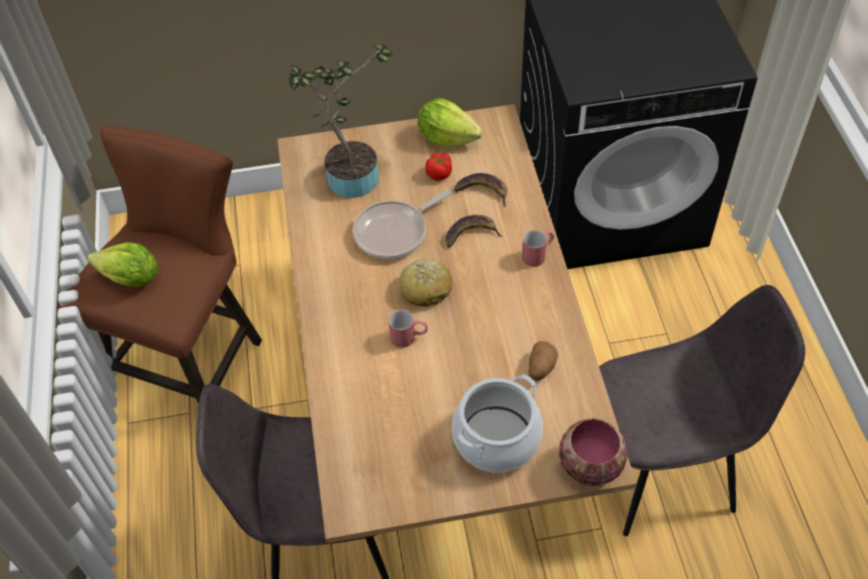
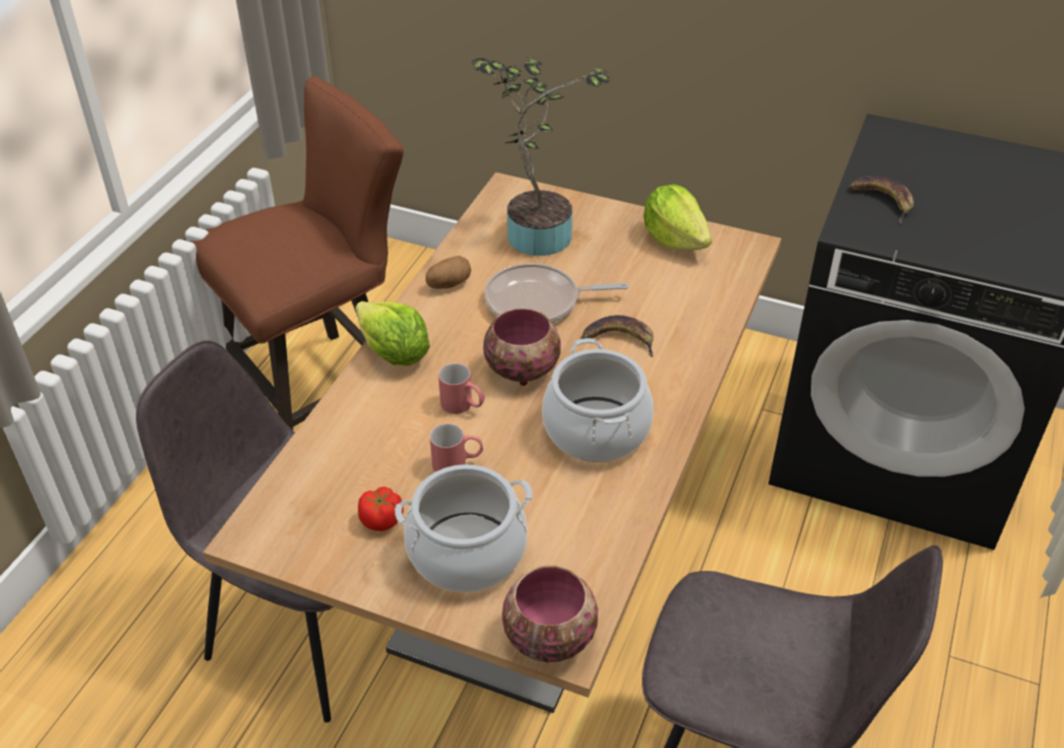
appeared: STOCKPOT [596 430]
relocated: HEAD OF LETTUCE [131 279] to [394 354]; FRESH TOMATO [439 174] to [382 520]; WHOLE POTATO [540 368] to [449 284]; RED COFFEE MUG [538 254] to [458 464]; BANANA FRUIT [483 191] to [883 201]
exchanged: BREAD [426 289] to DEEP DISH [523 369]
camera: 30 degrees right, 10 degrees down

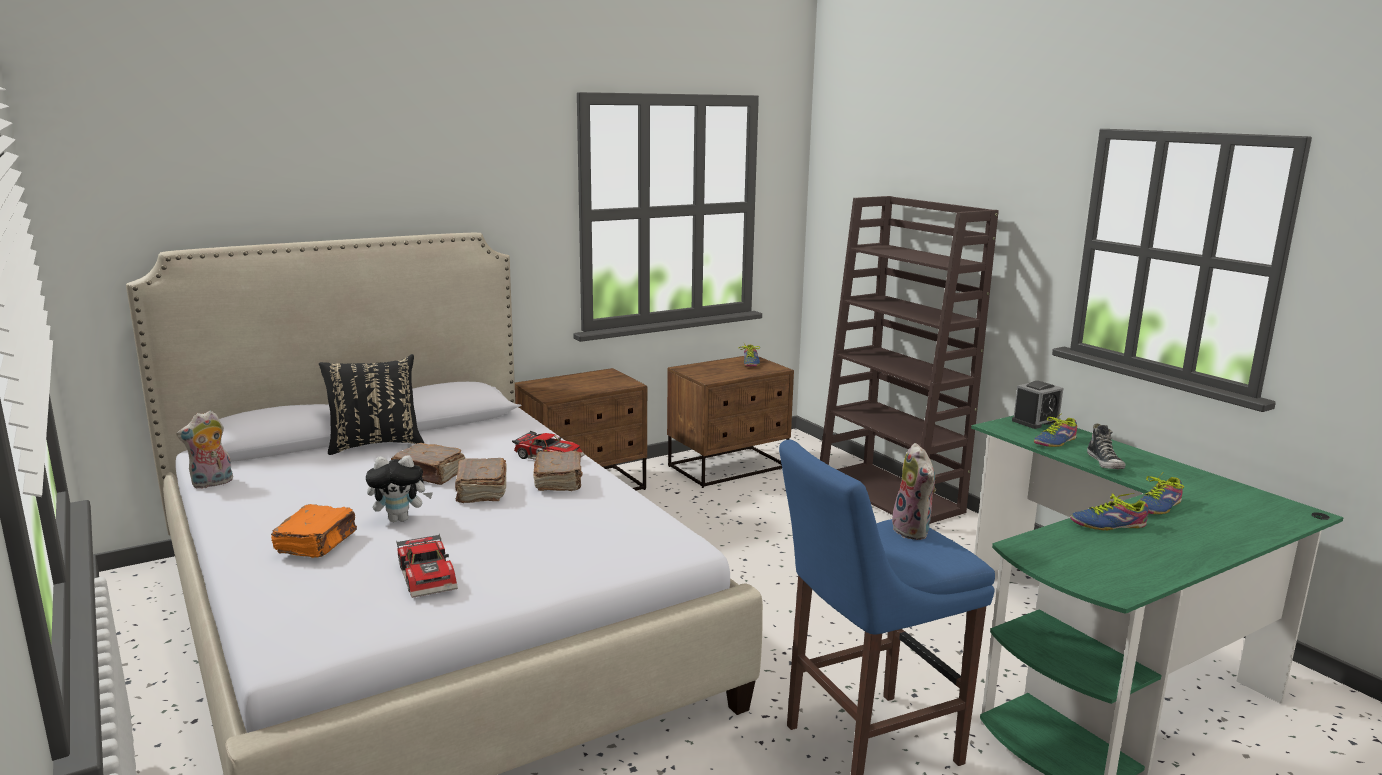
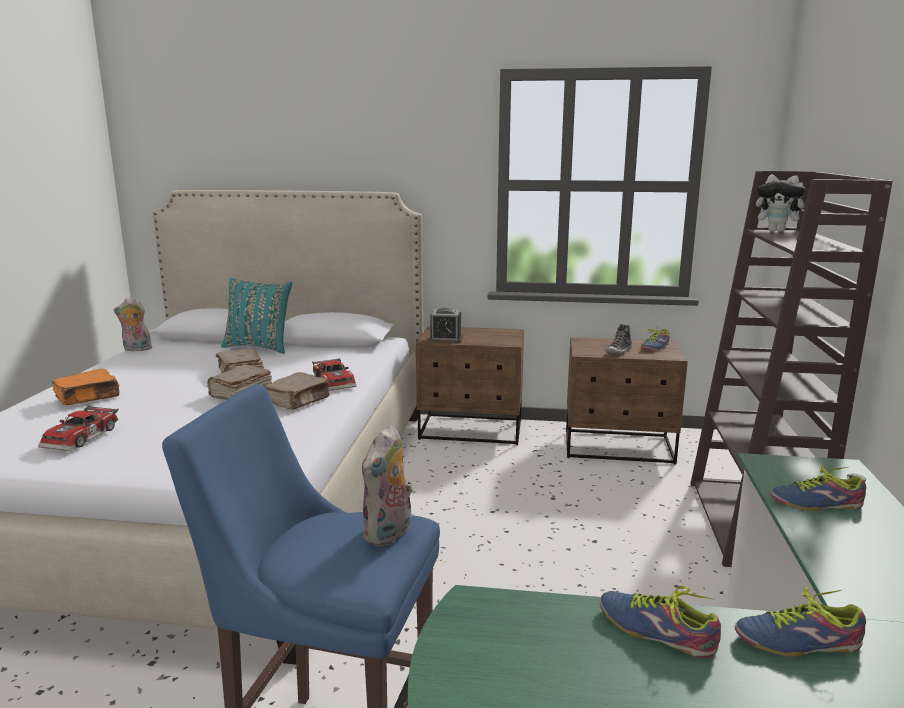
relocated: TABLE CLOCK [1035 421] to [445 339]; LOW SHOE [1105 463] to [619 351]; CUDDLY TOY [400 519] to [778 231]
colour: BLACK-COLOURED PILLOW [375 444] to TURQUOISE-COLOURED PILLOW [259 347]
camera: 40 degrees right, 0 degrees up

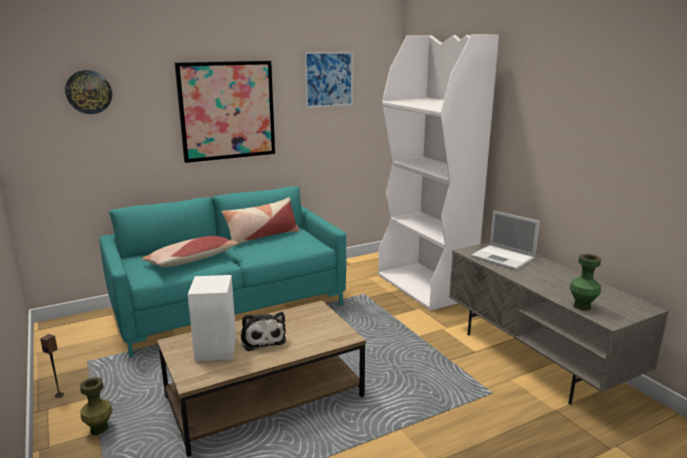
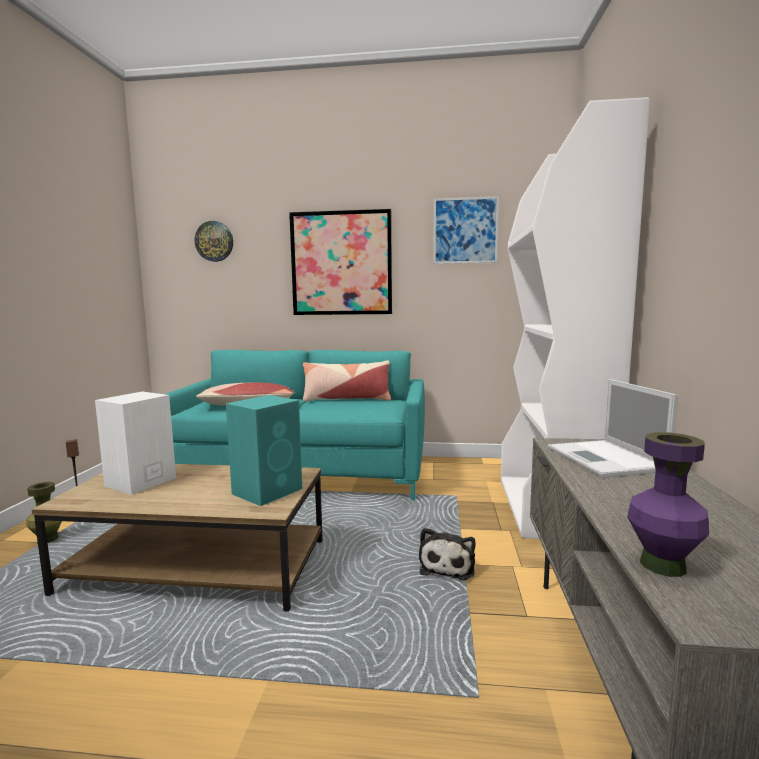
appeared: TURQUOISE-COLOURED SPEAKER [268 491]
relocated: CUDDLY TOY [262 339] to [447 565]
colour: GREEN VASE [582 306] to PURPLE-COLOURED VASE [663 565]
camera: 35 degrees right, 10 degrees down

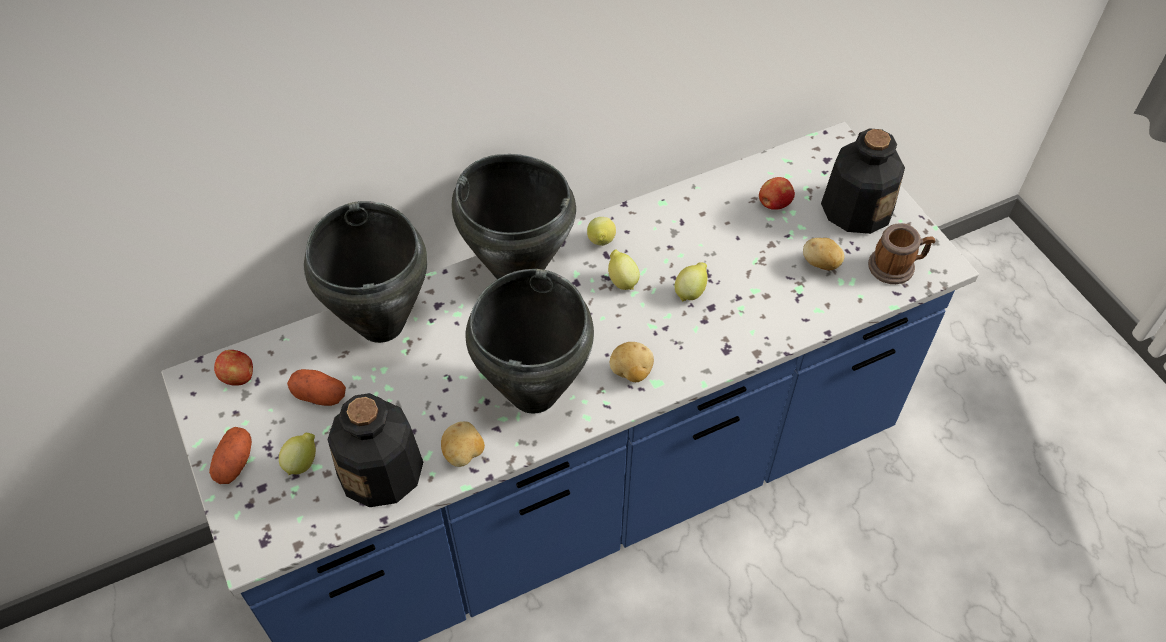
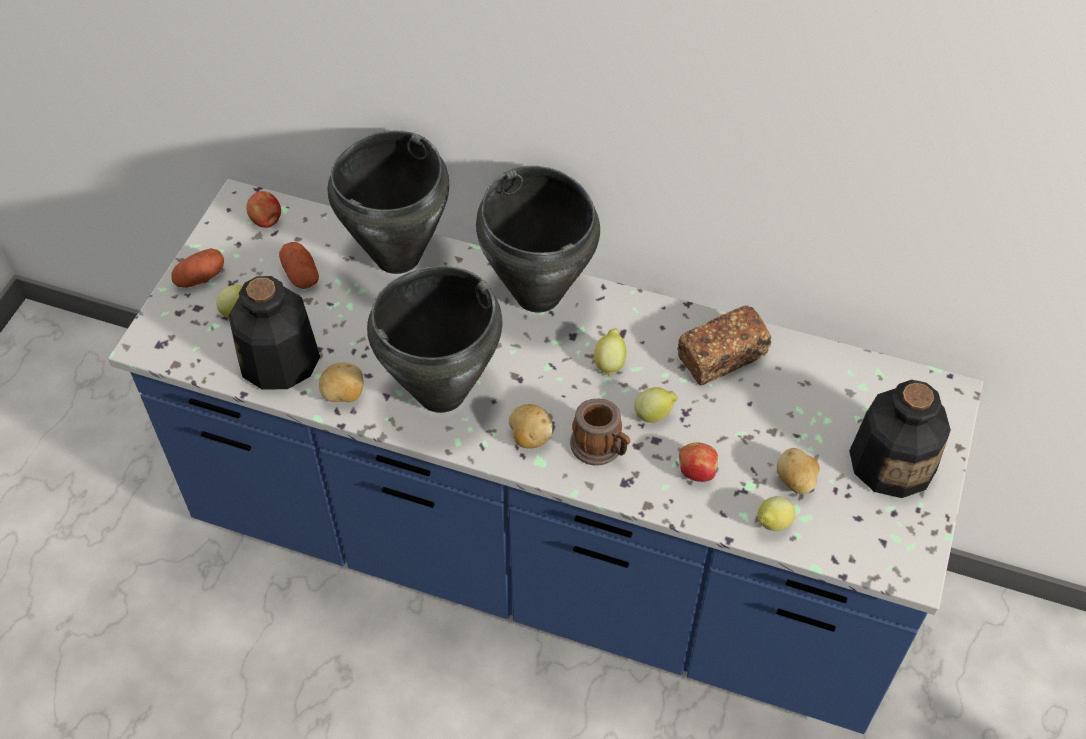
appeared: BREAD [722 357]
relocated: COFFEE MUG [896 266] to [601 447]; WHOLE APPLE [773 204] to [696 471]; CITRUS FRUIT [601 243] to [772 524]
camera: 45 degrees right, 0 degrees up

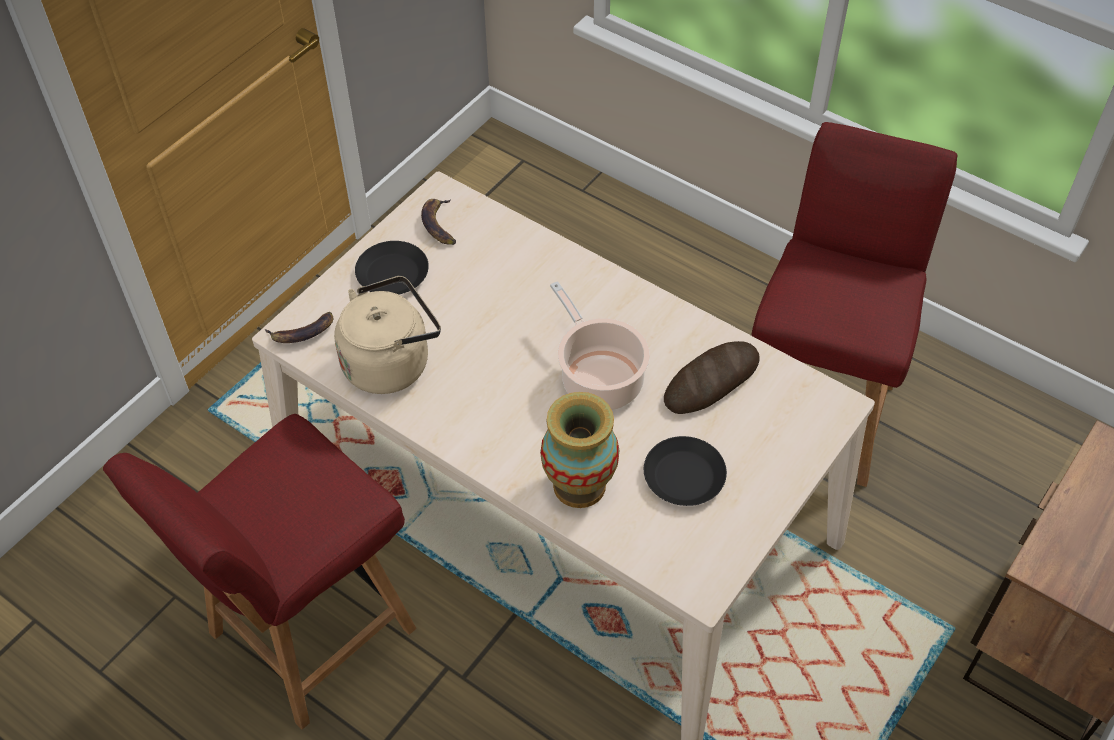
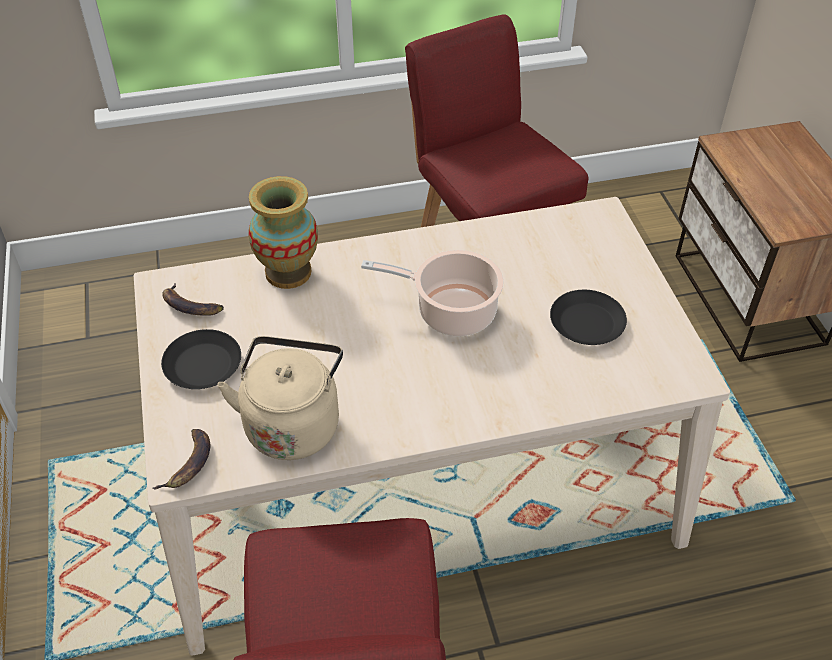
missing: BREAD [711 382]
relocated: VASE [579 485] to [288 272]
camera: 50 degrees left, 5 degrees down

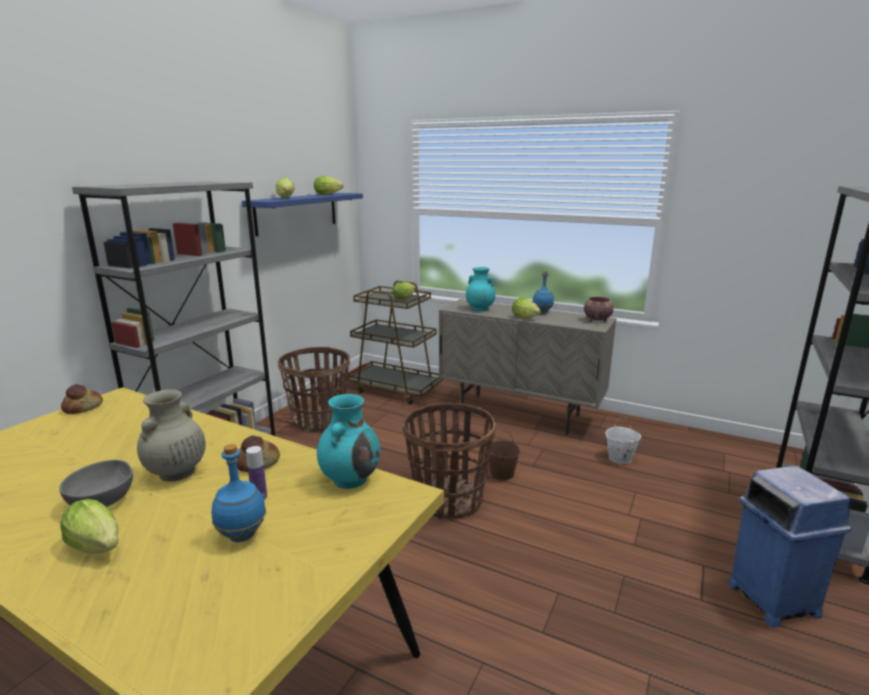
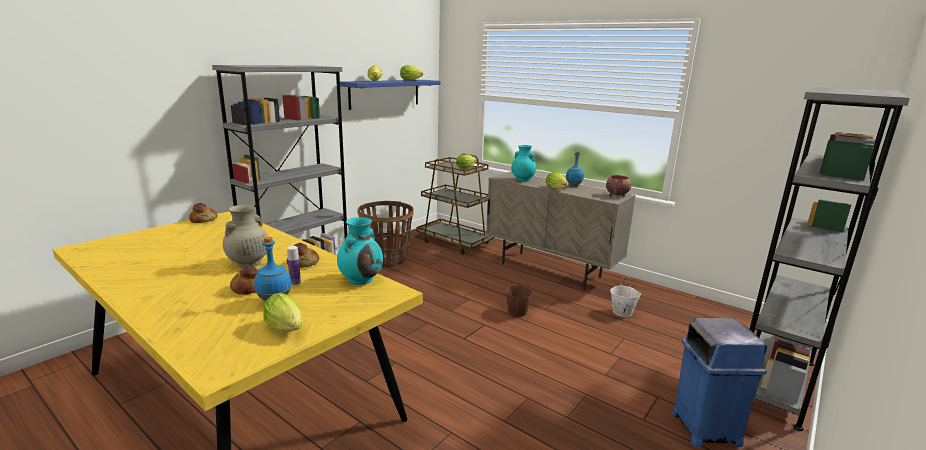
missing: GRAY DEEP DISH [104 501]; BASKET [447 500]
appeared: BREAD [249 288]
relocated: HEAD OF LETTUCE [99 548] to [287 329]
camera: 10 degrees right, 0 degrees up

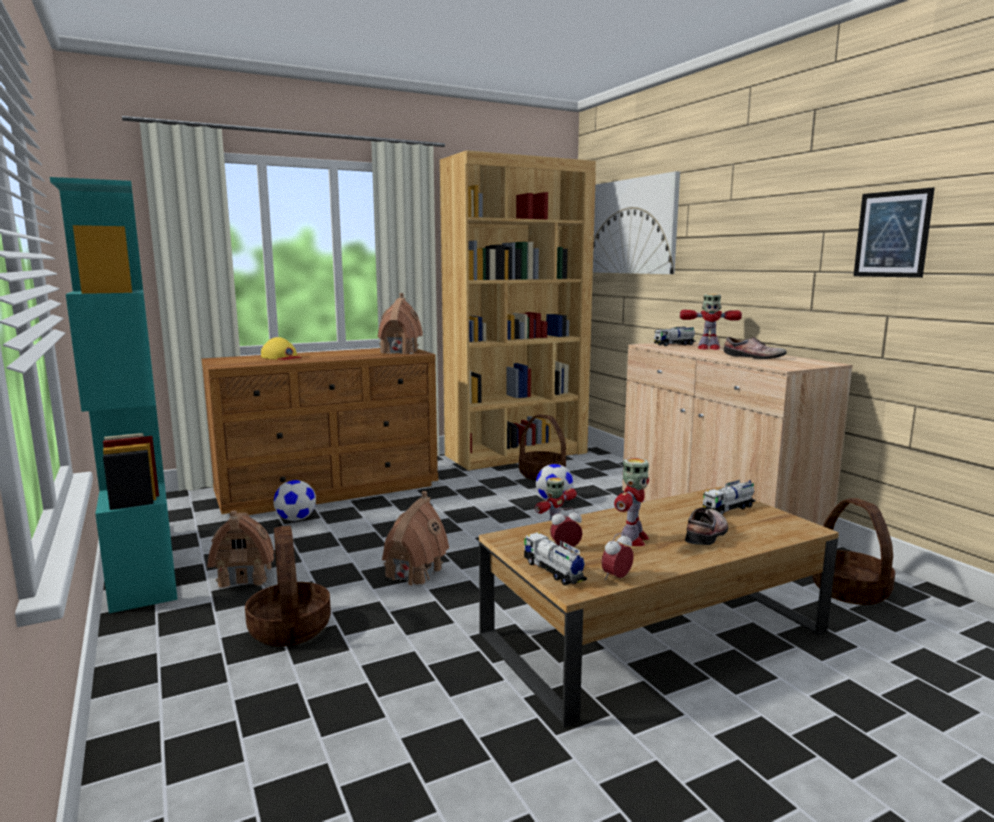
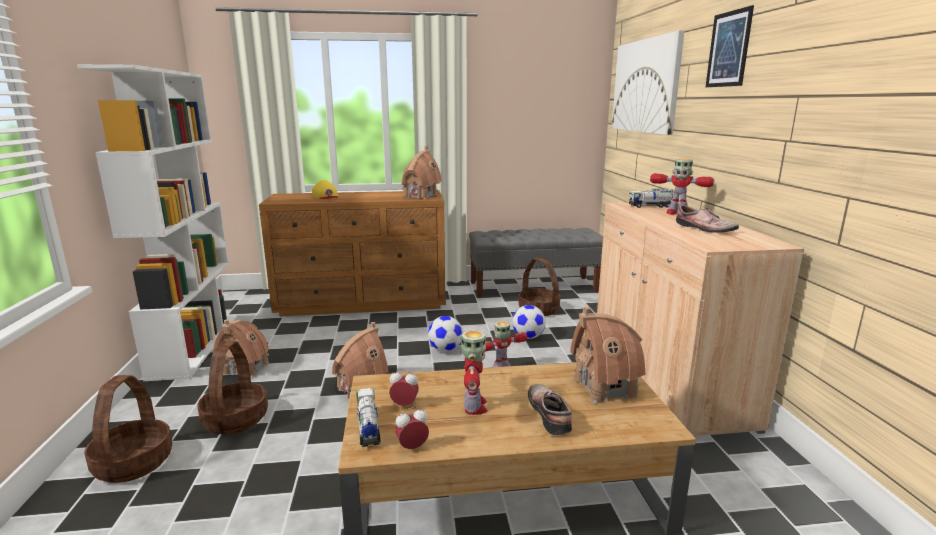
relocated: BASKET [849 590] to [133 462]; FOOTBALL BALL [296 519] to [445 349]; WALL PICTURE [892 234] to [728 49]
exchanged: BROWN-COLOURED BOOKSHELF [517 454] to GRAY LONG SEAT [534 287]; TOY LORRY [728 509] to TOY HOUSE [605 387]
colour: TURQUOISE-COLOURED BOOKSHELF [141 563] to WHITE-COLOURED BOOKSHELF [195 344]
spun: MODEL ROBOT [633 540] = [474 406] 45 degrees counterclockwise; LOW SHOE [707 534] = [551 414] 60 degrees counterclockwise
camera: 20 degrees right, 5 degrees up

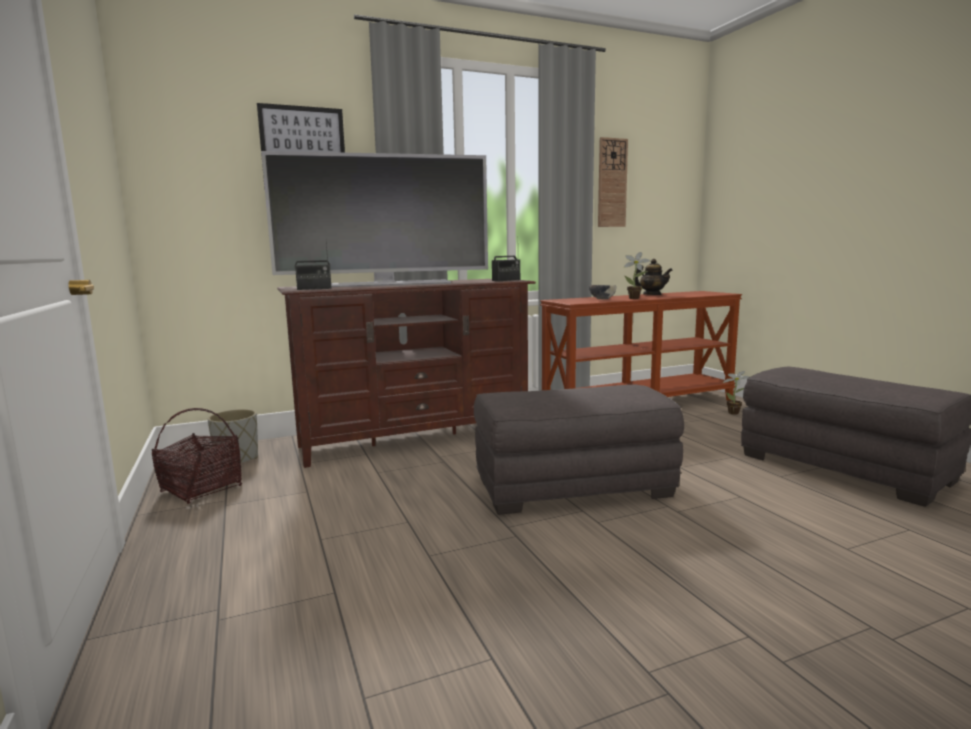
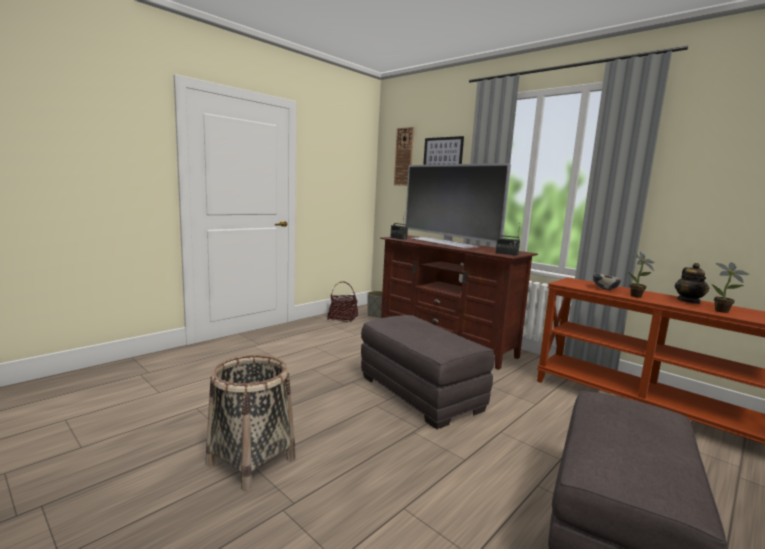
appeared: BASKET [251 461]
relocated: HANGING CLOCK [612 183] to [404 157]; HOUSEPLANT [735 413] to [723 312]
camera: 65 degrees right, 0 degrees up

